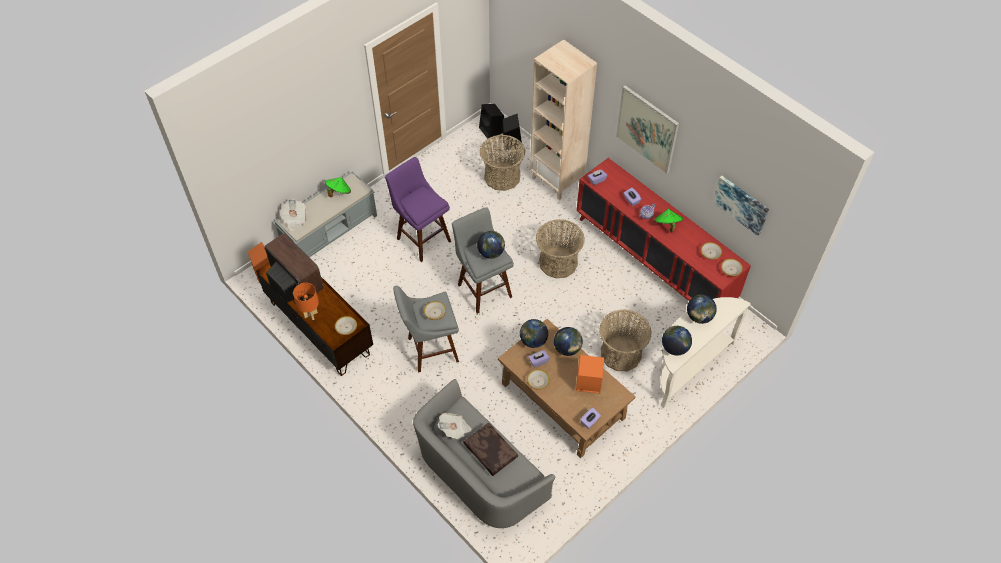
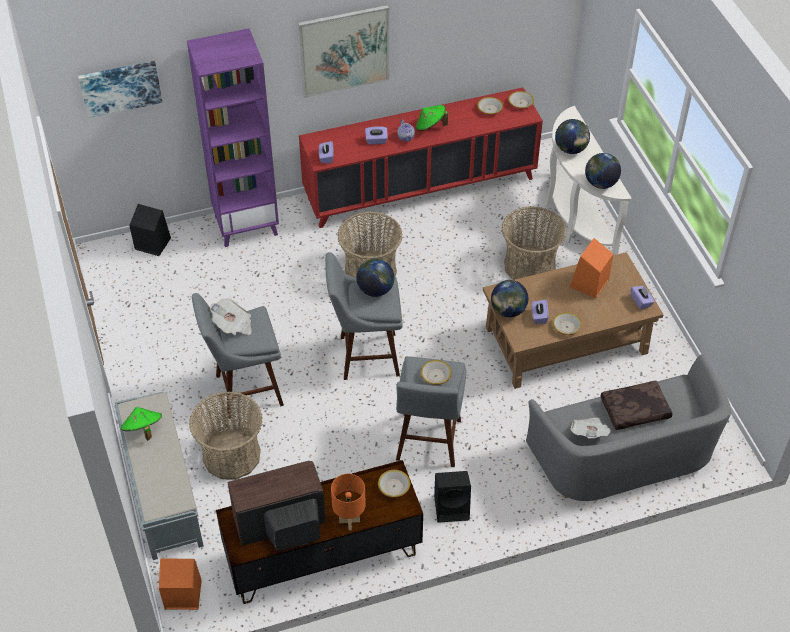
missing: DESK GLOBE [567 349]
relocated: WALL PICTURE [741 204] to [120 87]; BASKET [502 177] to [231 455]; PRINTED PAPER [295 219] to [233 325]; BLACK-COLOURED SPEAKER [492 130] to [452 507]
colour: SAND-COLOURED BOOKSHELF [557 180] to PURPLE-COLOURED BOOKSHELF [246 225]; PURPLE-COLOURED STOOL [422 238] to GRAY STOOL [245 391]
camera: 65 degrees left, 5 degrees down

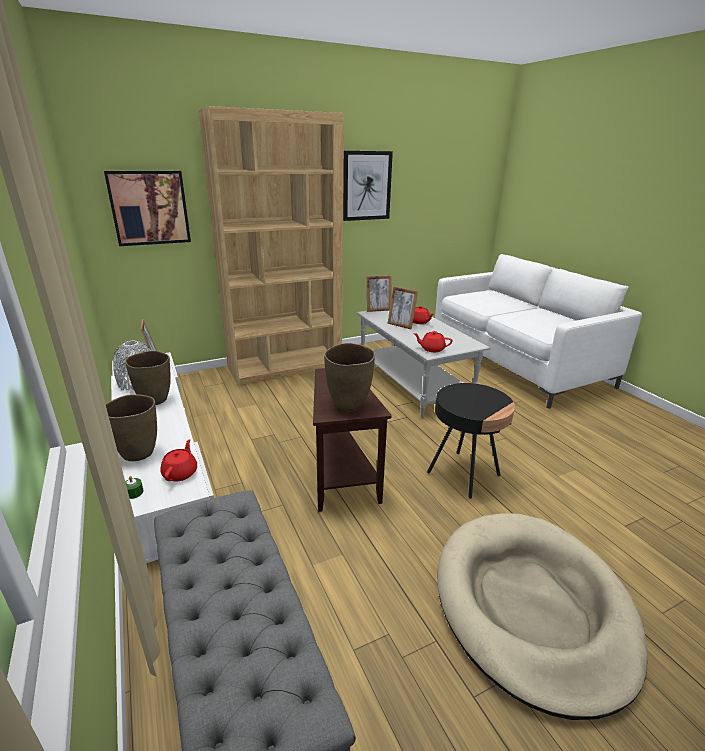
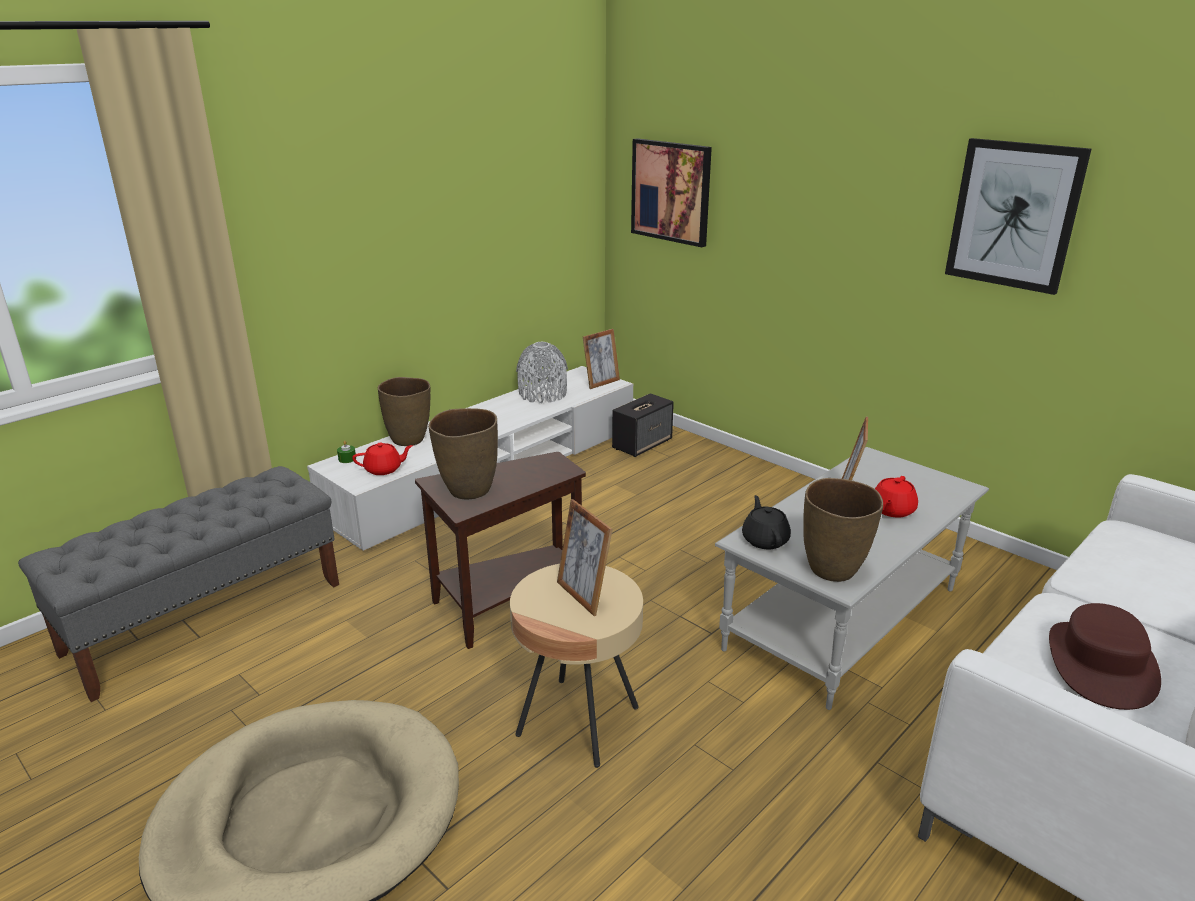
missing: BROWN-COLOURED BOOKSHELF [285 366]
appeared: SPEAKER [642 444]; BROWN-COLOURED CLOTHING HAT [1099 664]
relocated: STANDING FRAME [378 310] to [583 595]; BROWN-COLOURED VASE [155 400] to [833 570]
colour: BLACK-COLOURED END TABLE [463 474] to SAND-COLOURED END TABLE [578 721]; RED TEAPOT [432 349] to BLACK-COLOURED TEAPOT [765 540]
camera: 70 degrees right, 0 degrees up

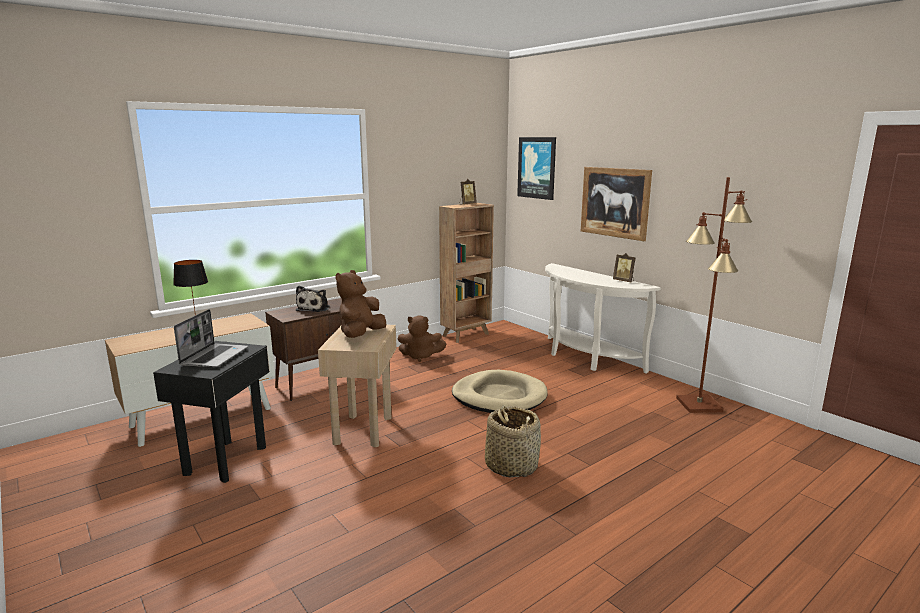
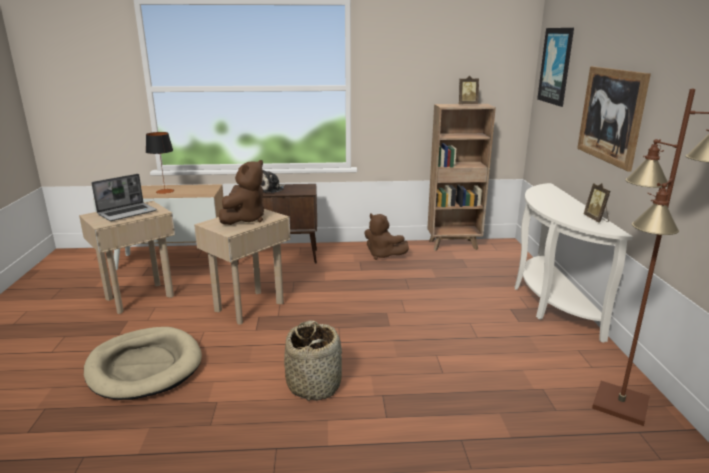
relocated: SAND-COLOURED PET BED [499 396] to [144 366]
colour: BLACK-COLOURED END TABLE [227 460] to SAND-COLOURED END TABLE [140 298]
spun: BROWN-COLOURED CUDDLY TOY [361 335] = [246 219] 150 degrees clockwise
camera: 35 degrees right, 5 degrees up

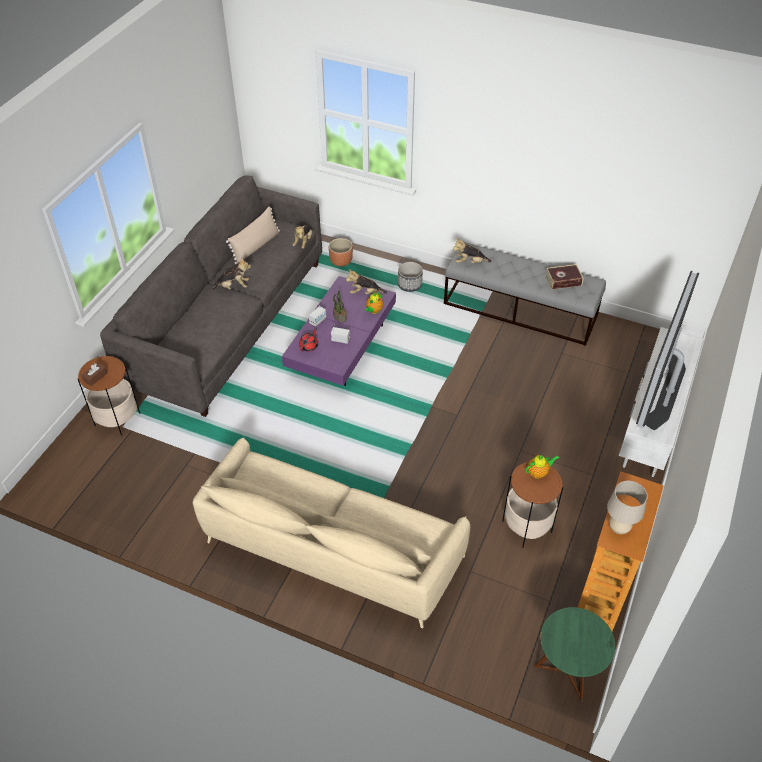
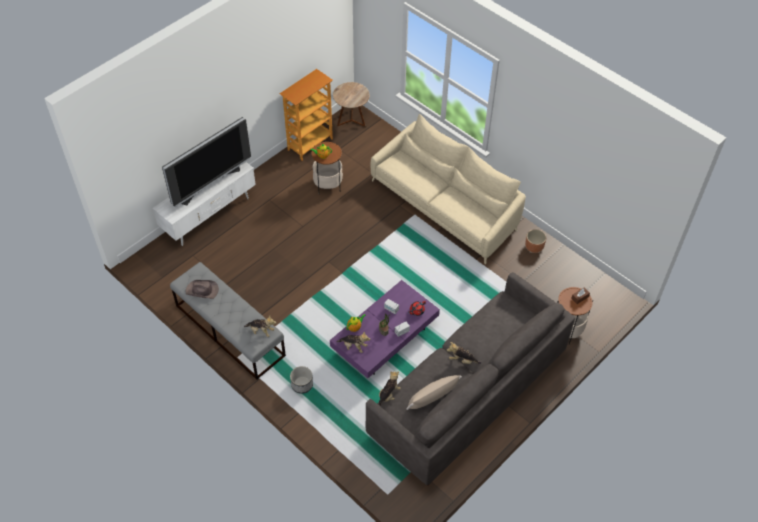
missing: SAND-COLOURED LAMP FOR A TABLE [618 528]
relocated: BROWN-COLOURED PLANT POT [340 262] to [534 247]
exchanged: BOOK [563 280] to BROWN-COLOURED CLOTHING HAT [202 290]
colour: GREEN END TABLE [566 672] to BROWN-COLOURED END TABLE [351 120]
camera: 160 degrees left, 5 degrees up

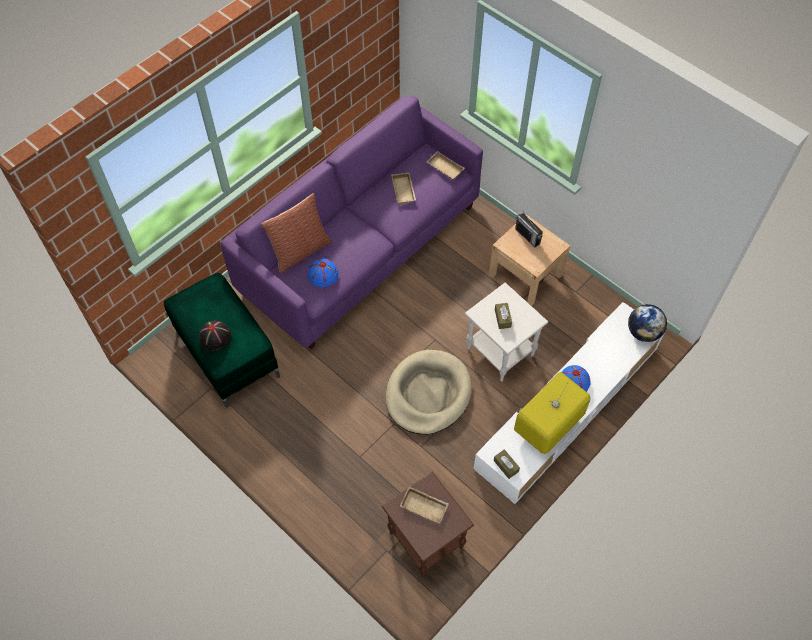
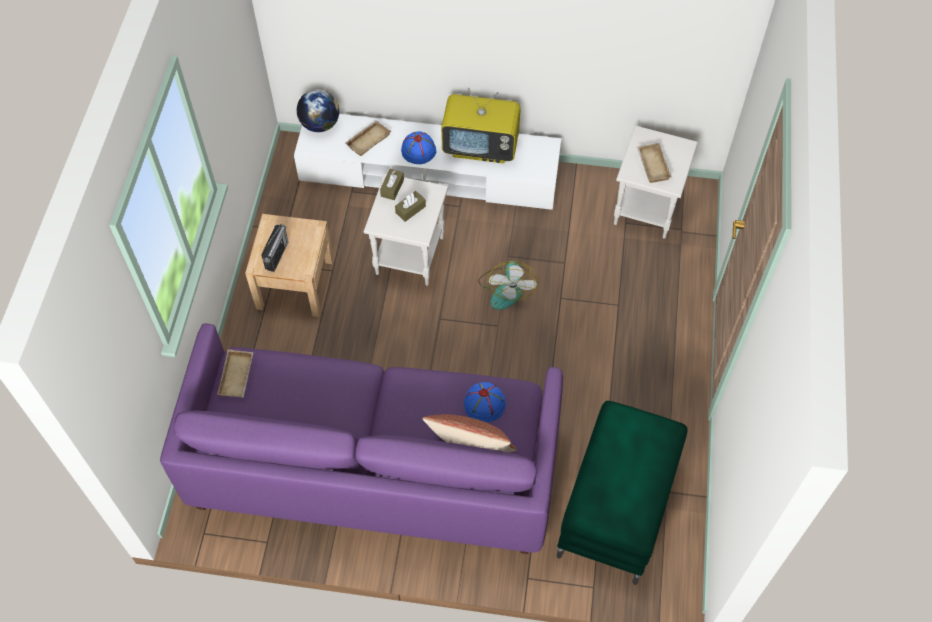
missing: BLACK-COLOURED CLOTHING HAT [215 337]
relocated: SAND-COLOURED TRAY [404 190] to [368 139]; BROWN-COLOURED BOX OF TISSUES [506 466] to [392 188]
exchanged: SAND-COLOURED PET BED [428 394] to ELECTRIC FAN [506 289]
colour: BROWN-COLOURED END TABLE [424 540] to WHITE-COLOURED END TABLE [647 210]
camera: 125 degrees left, 0 degrees up

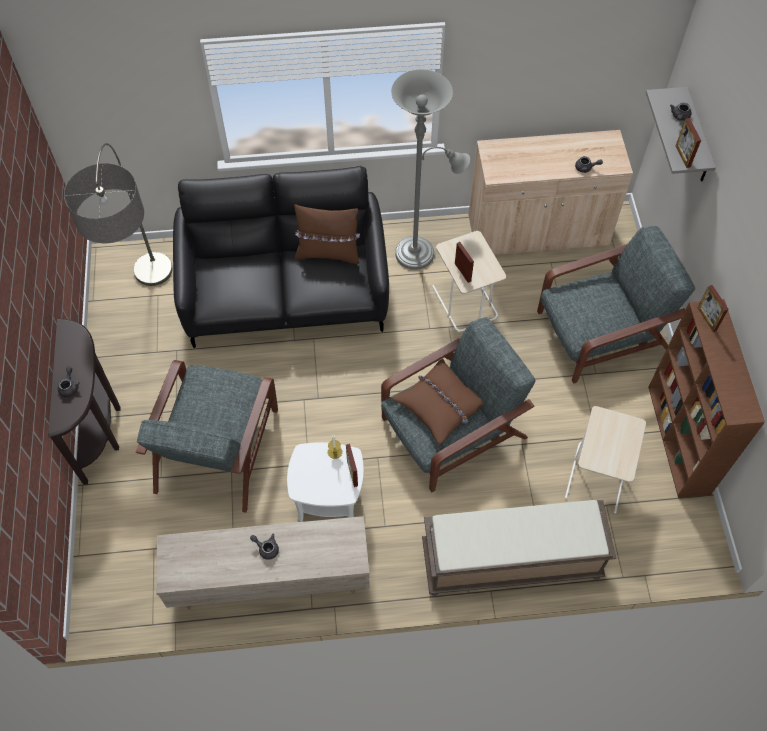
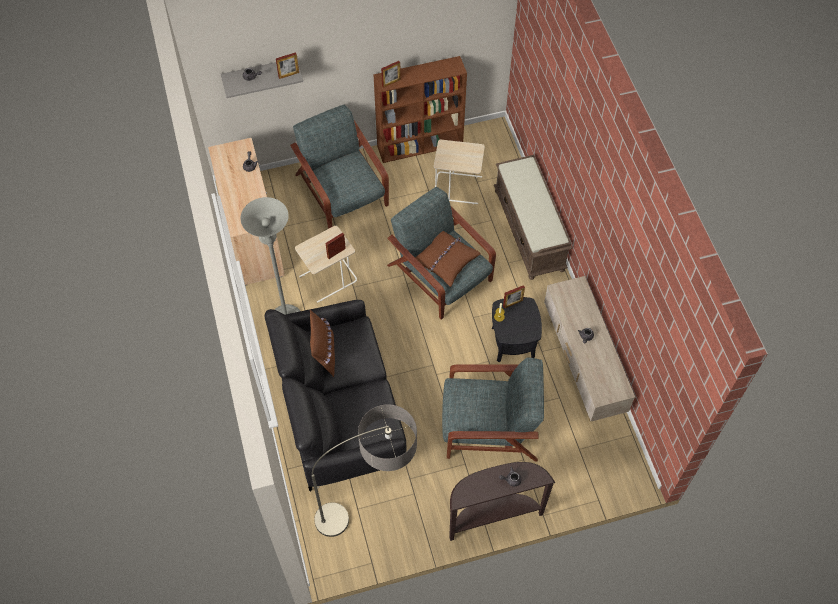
colour: WHITE-COLOURED END TABLE [329 499] to BLACK-COLOURED END TABLE [513 342]
camera: 100 degrees left, 0 degrees up

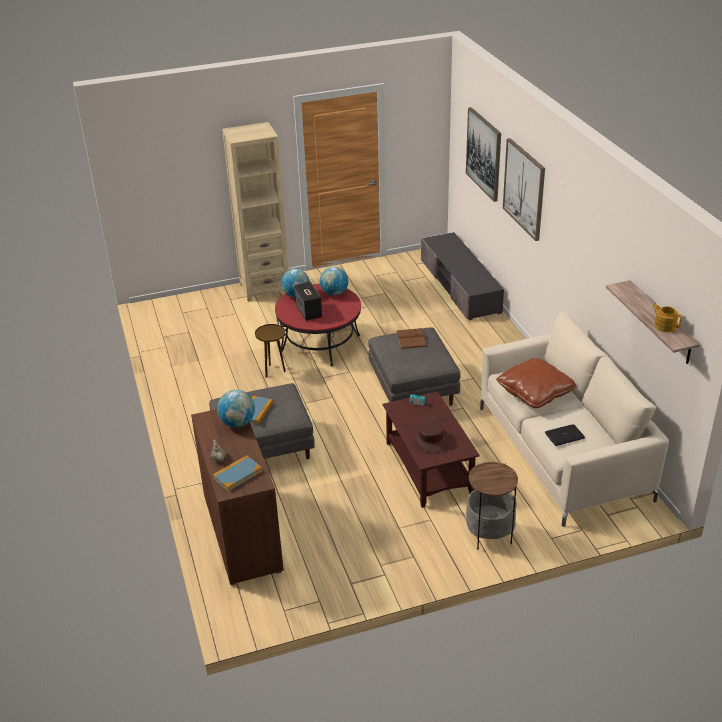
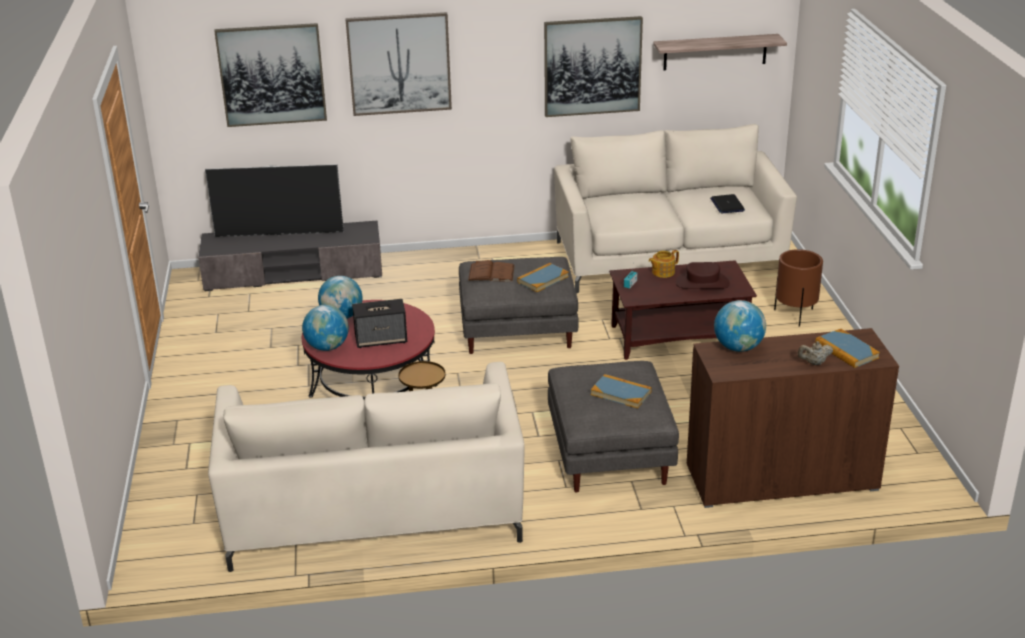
missing: SAND-COLOURED BOOKSHELF [265 288]; BROWN-COLOURED PILLOW [535 392]
appeared: TELEVISION [279 234]; SAND-COLOURED SETTEE [373 509]; BOOK [543 279]; WALL PICTURE [592 66]
relocated: TEAPOT [665 326] to [662 272]
exchanged: END TABLE [489 534] to BROWN-COLOURED PLANT POT [795 315]
camera: 80 degrees left, 5 degrees down

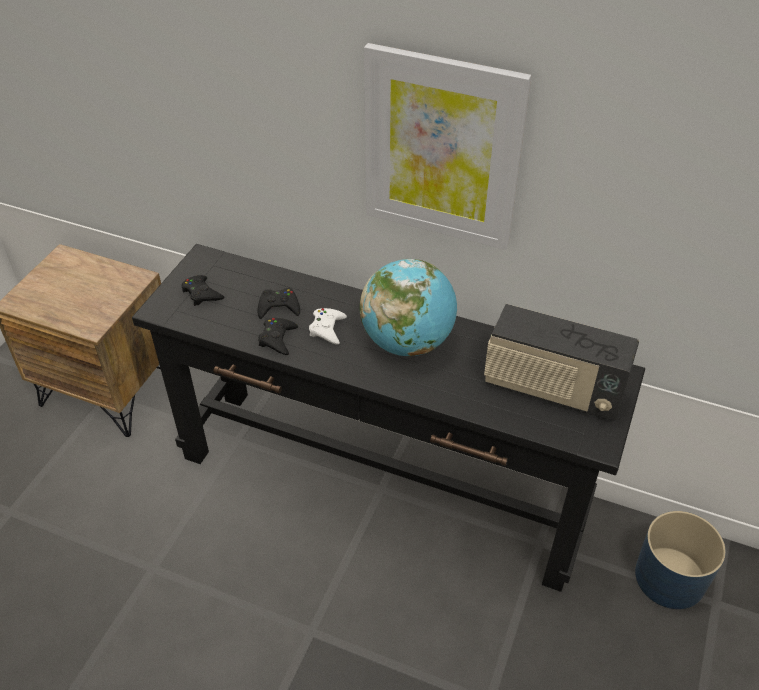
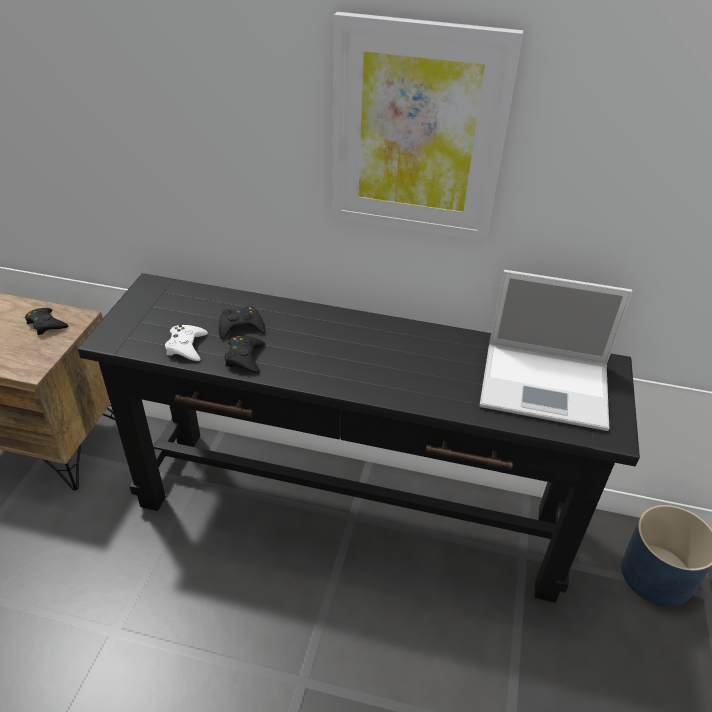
missing: DESK GLOBE [407 342]
relocated: BLACK-COLOURED GAME CONTROLLER [202 294] to [46 324]; WHITE-COLOURED GAME CONTROLLER [327 329] to [186 346]
exchanged: RADIO RECEIVER [552 390] to LAPTOP [547 386]
camera: 10 degrees left, 5 degrees down

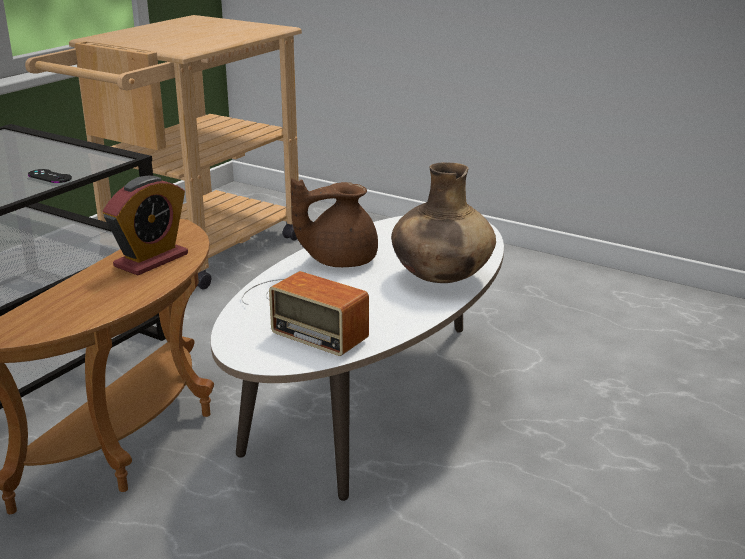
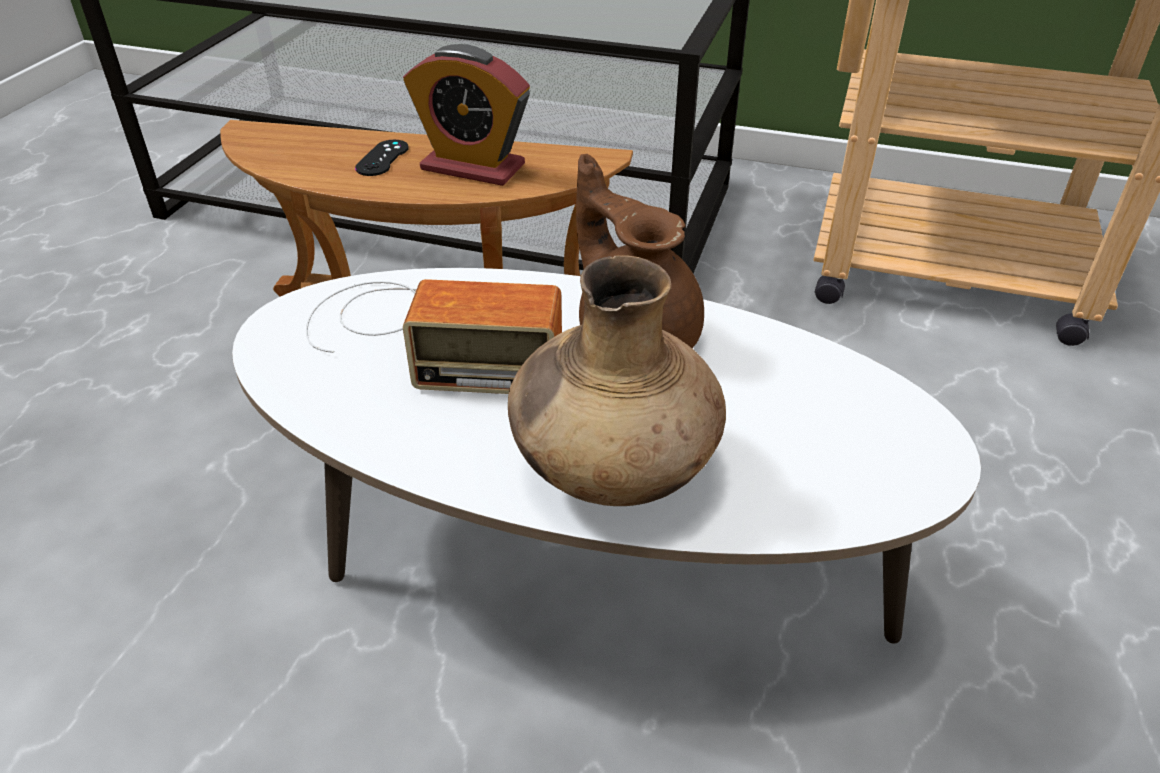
relocated: BLACK-COLOURED GAME CONTROLLER [49 176] to [382 158]
spun: RADIO RECEIVER [303 312] = [426 338] 105 degrees counterclockwise
camera: 75 degrees right, 15 degrees up

